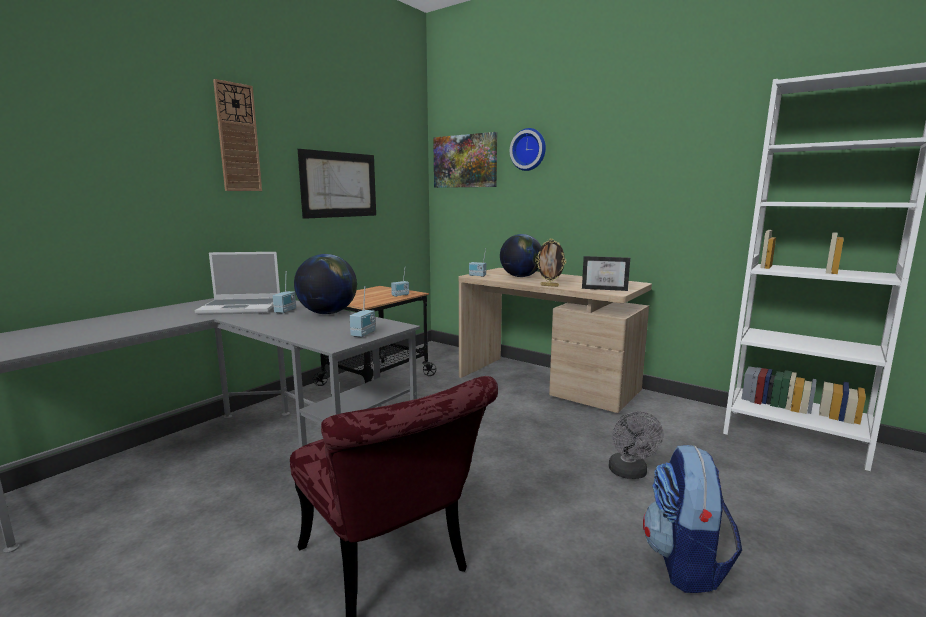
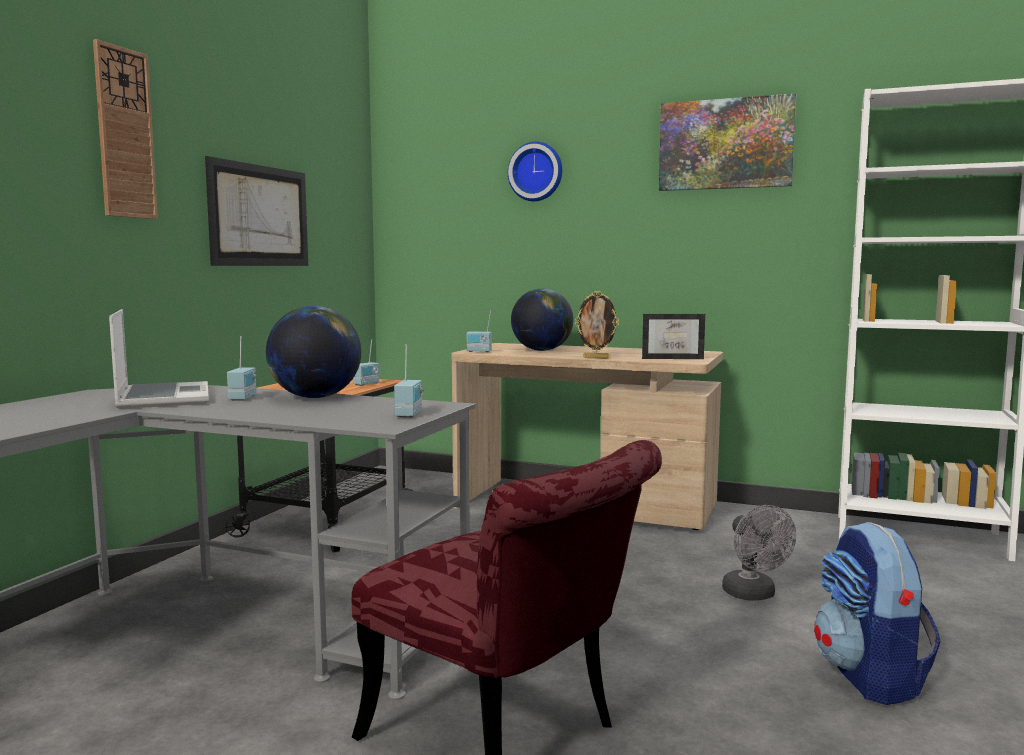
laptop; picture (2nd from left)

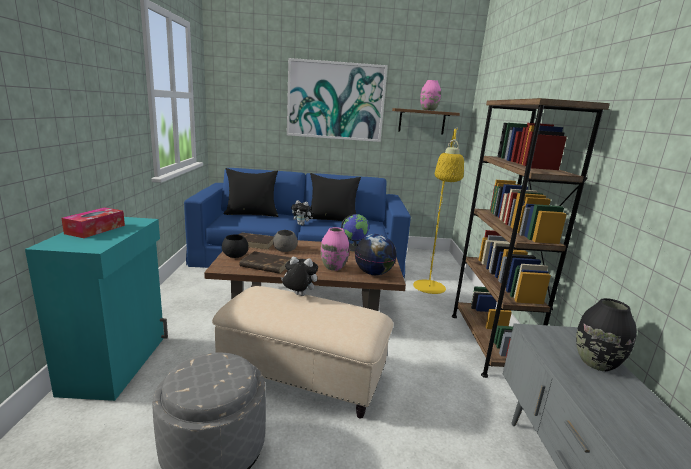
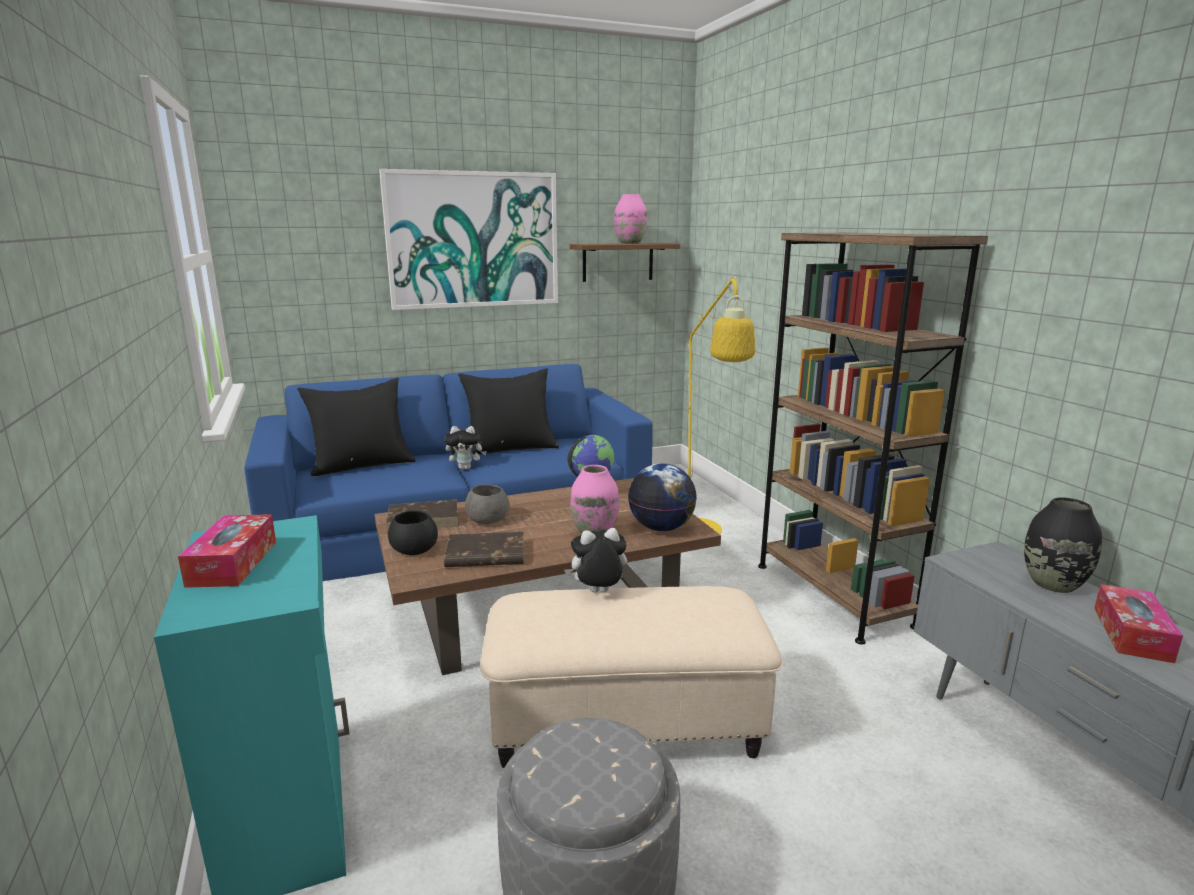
tissue_box (2nd from left)

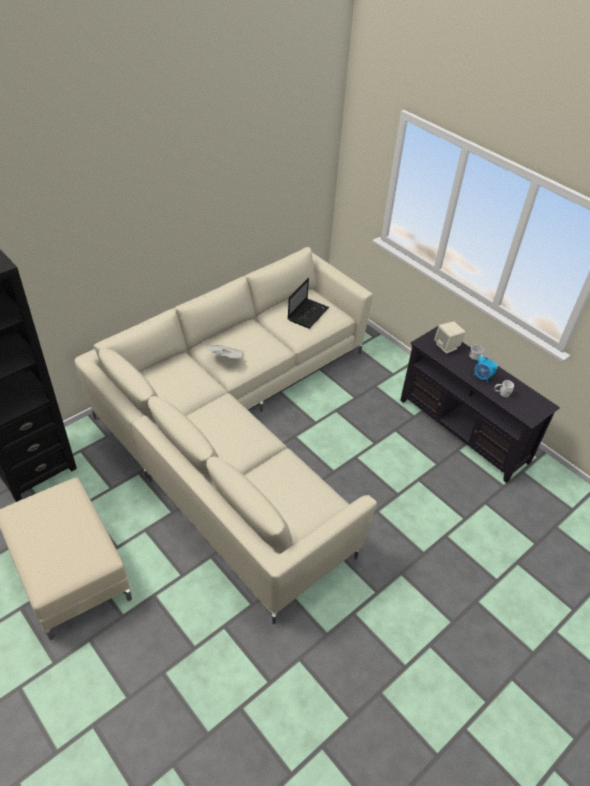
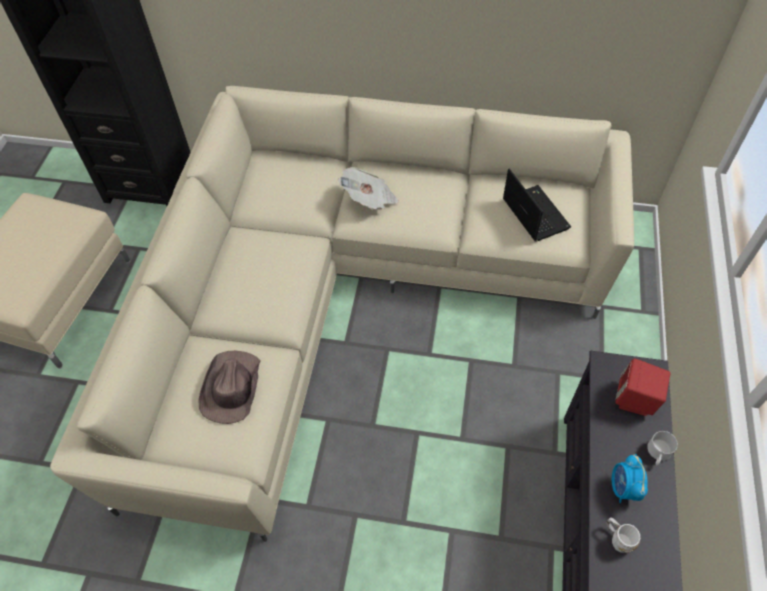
laptop; red_speaker; brown_hat

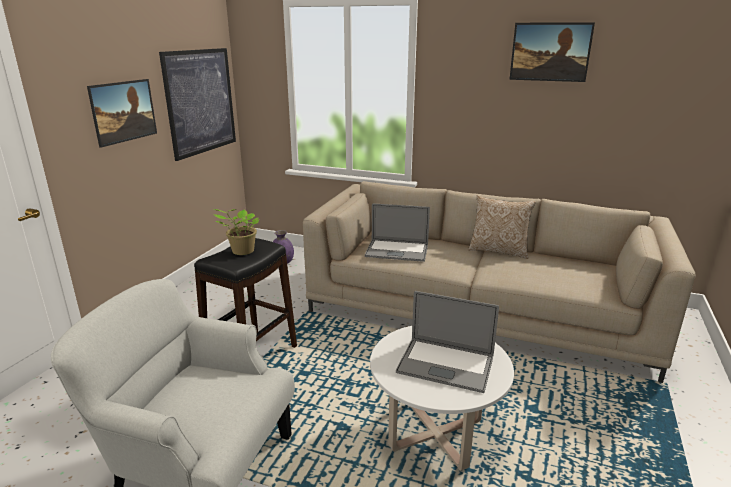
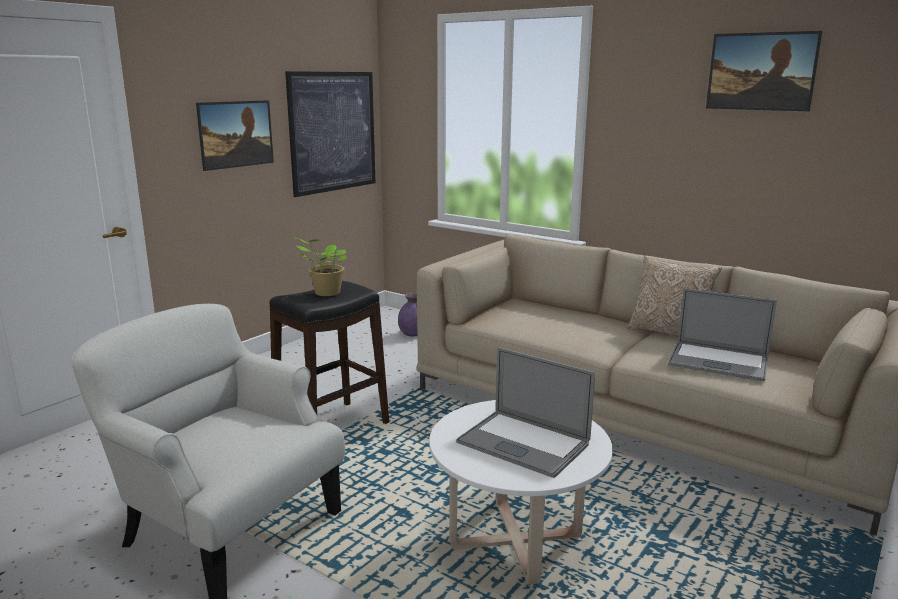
laptop (2nd from left)

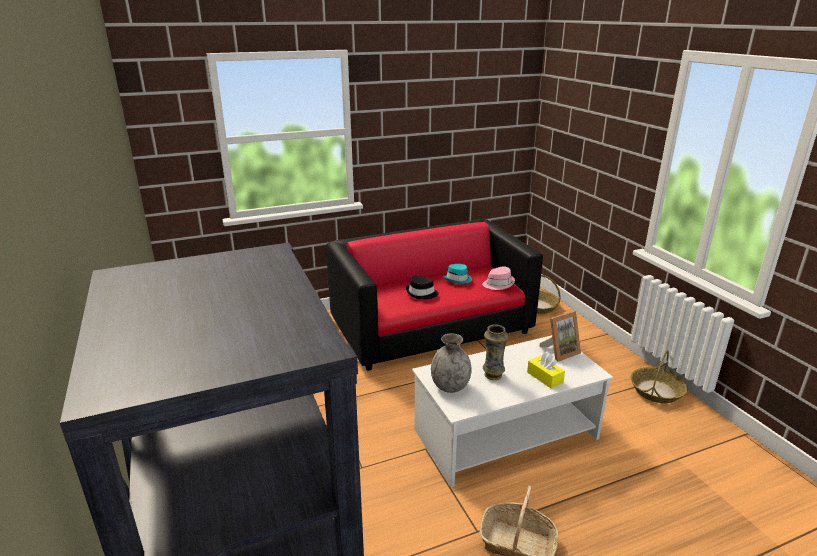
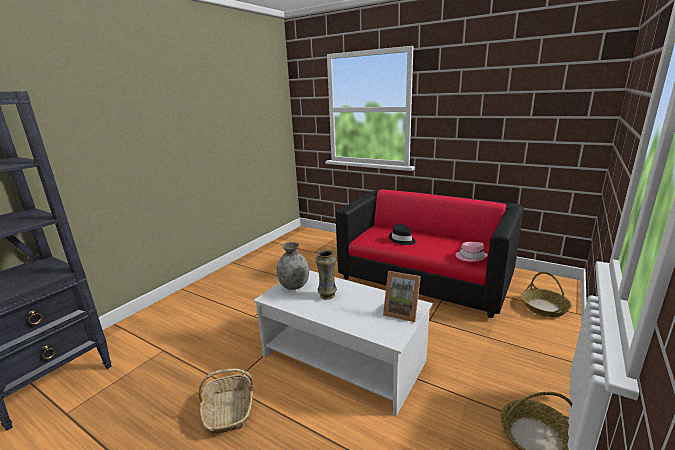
turquoise_hat; yellow_tissue_box

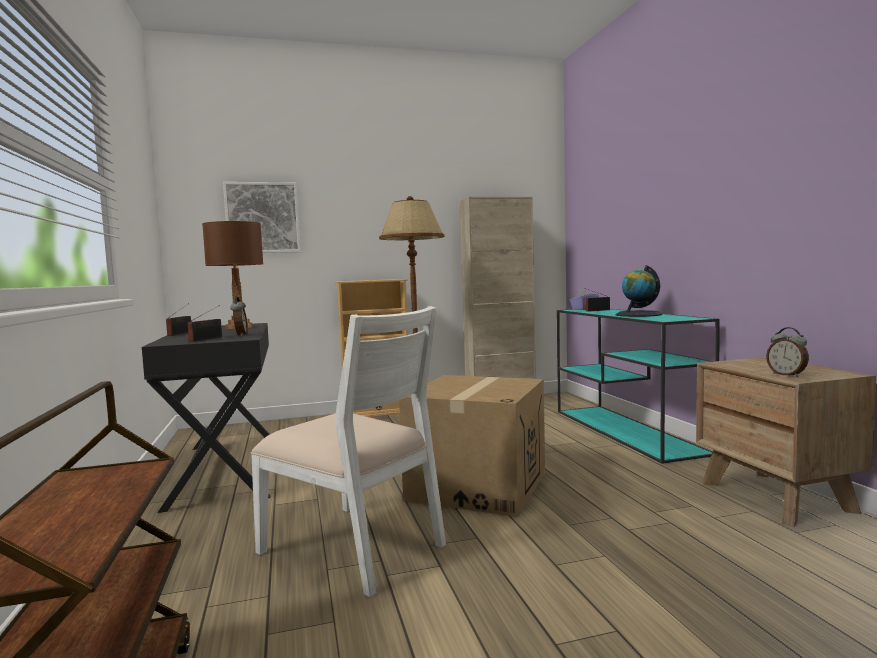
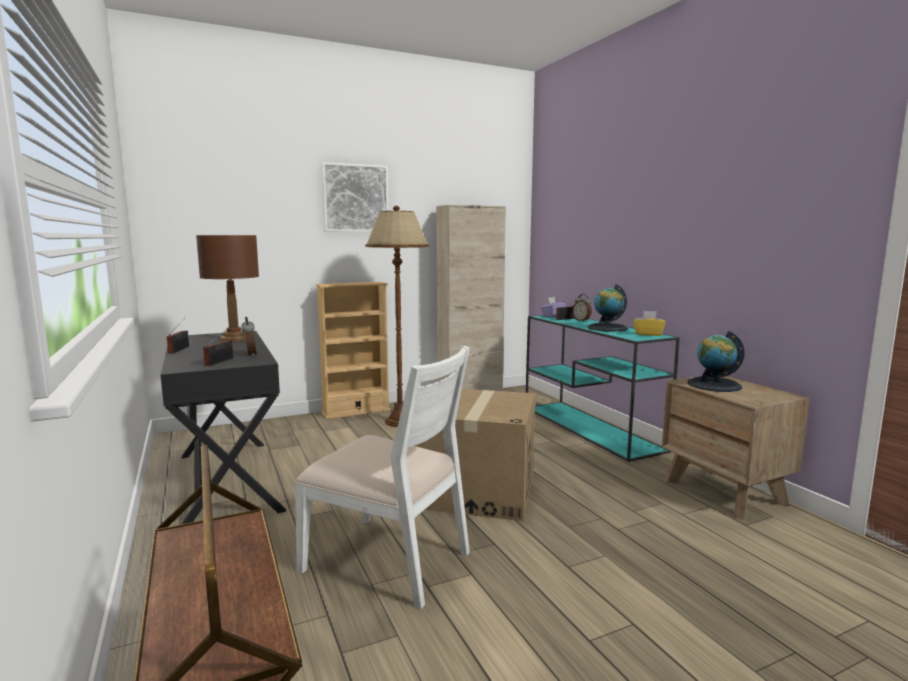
picture; alarm_clock (2nd from left); yellow_tissue_box; globe (2nd from left)

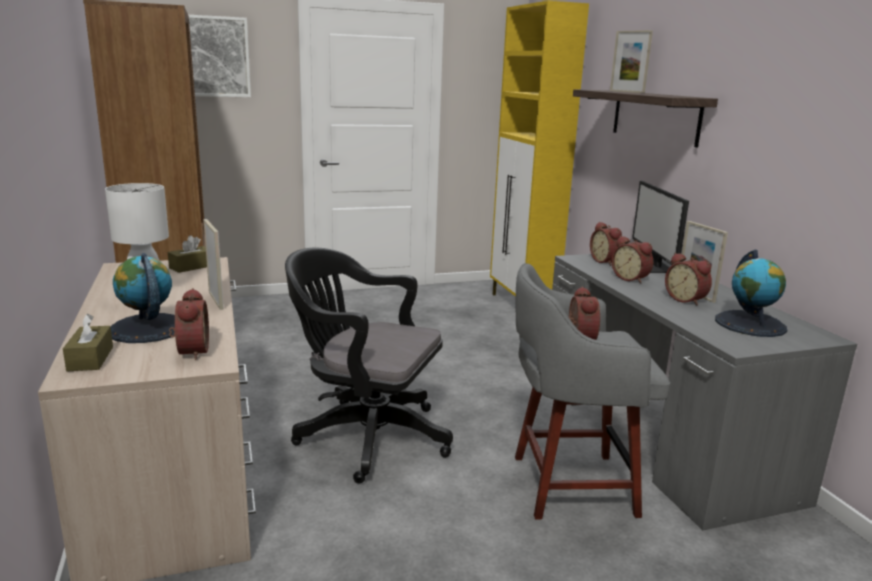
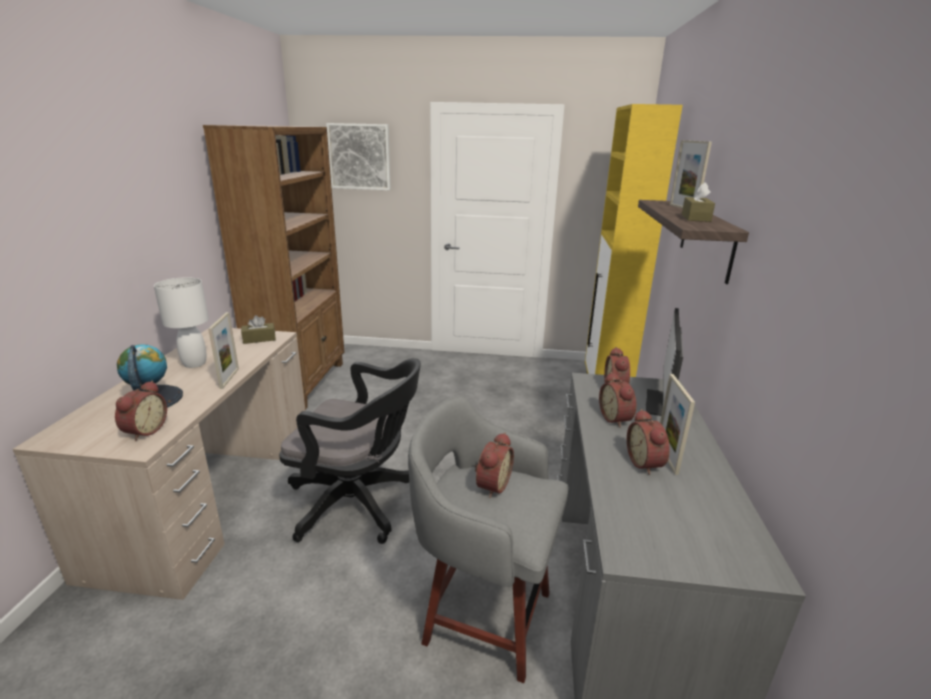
brown_tissue_box (2nd from left); black_office_chair; globe (2nd from left in the first image)

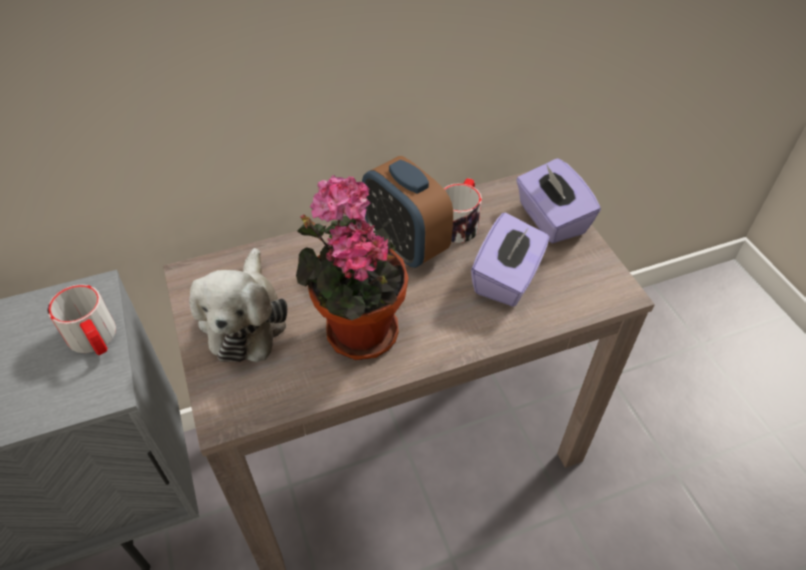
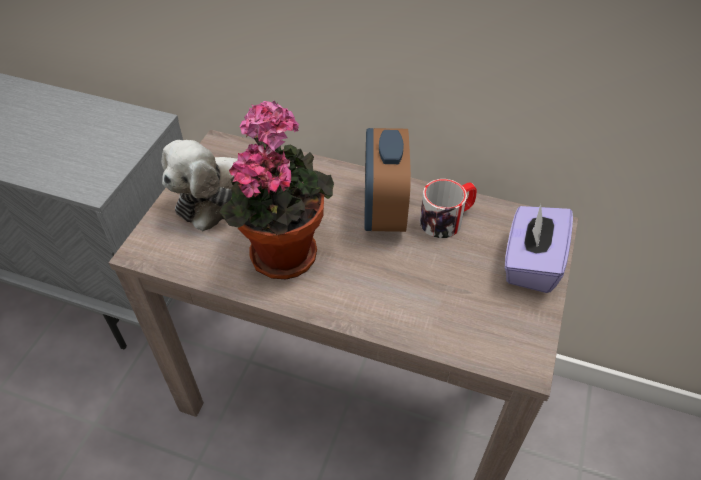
mug (1st from left in the first image); purple_tissue_box (1st from left in the first image)

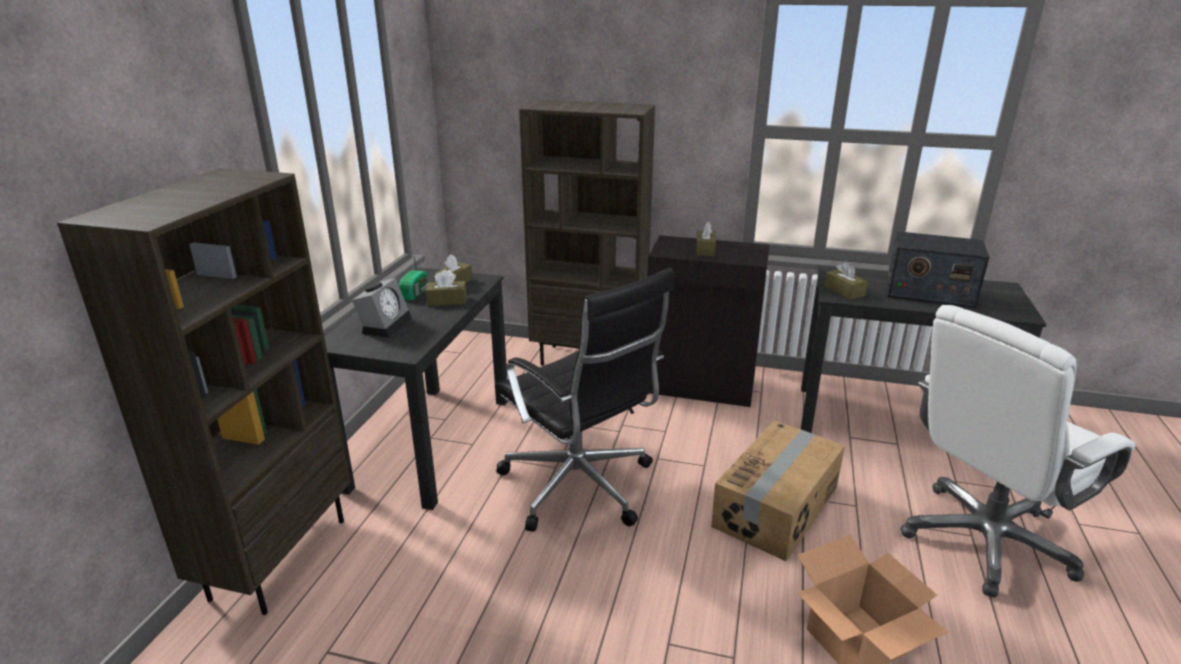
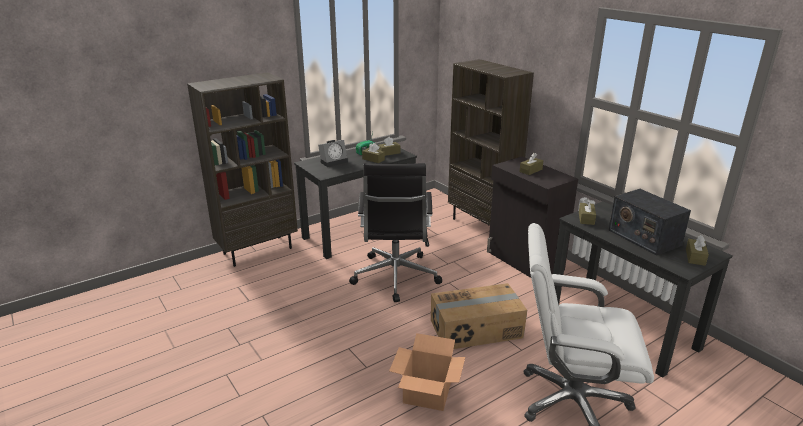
brown_tissue_box (5th from left)

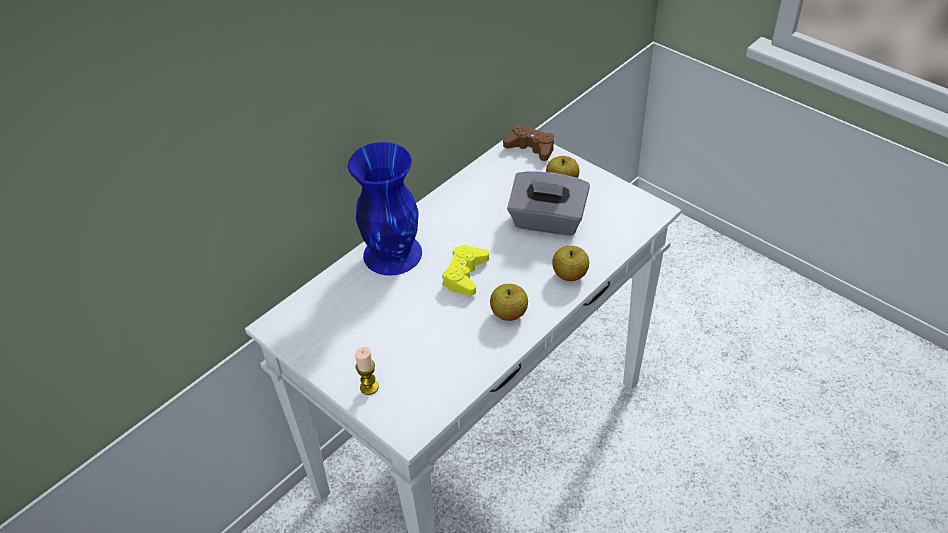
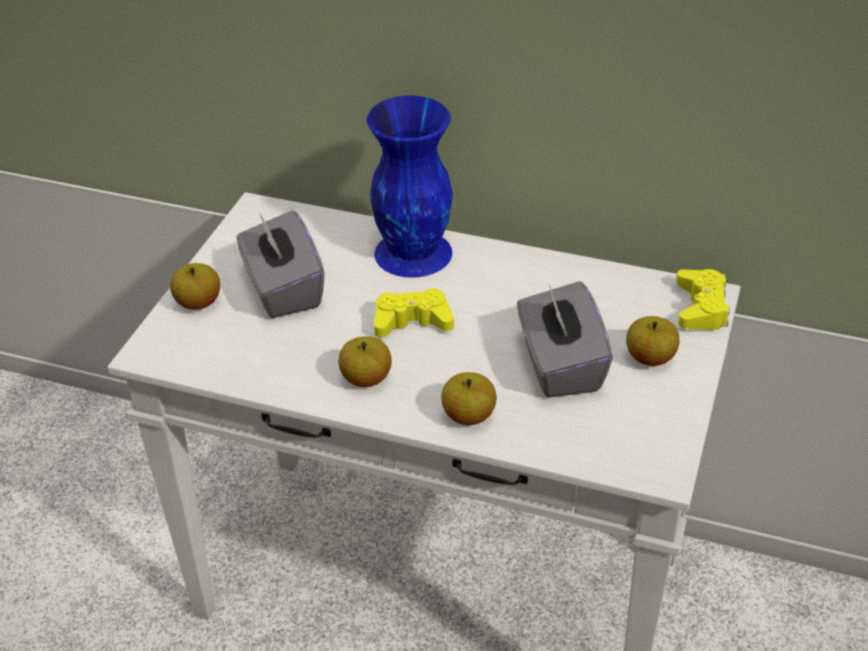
apple (1st from left); yellow_game_controller (2nd from left); grey_tissue_box (1st from left)

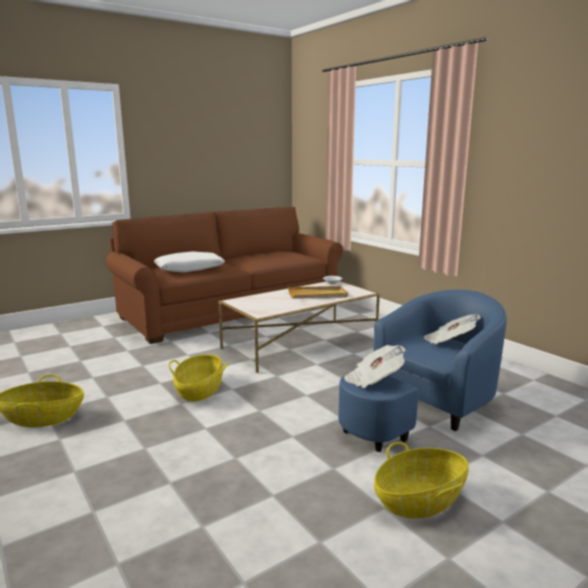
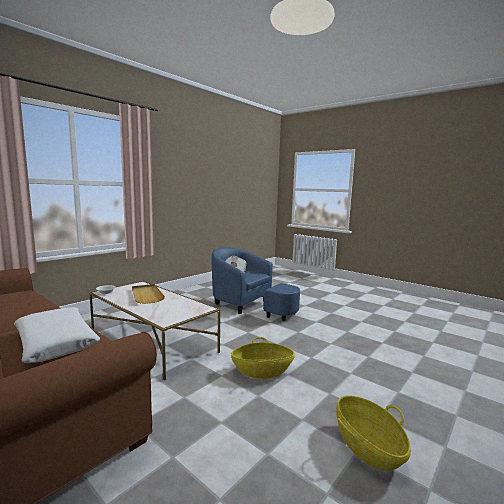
newspaper (1st from left in the first image); basket (3rd from left in the first image)

